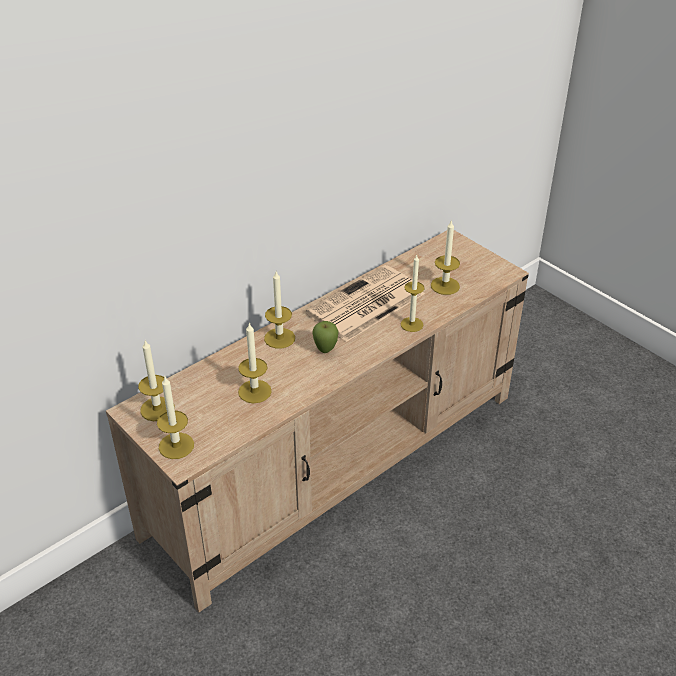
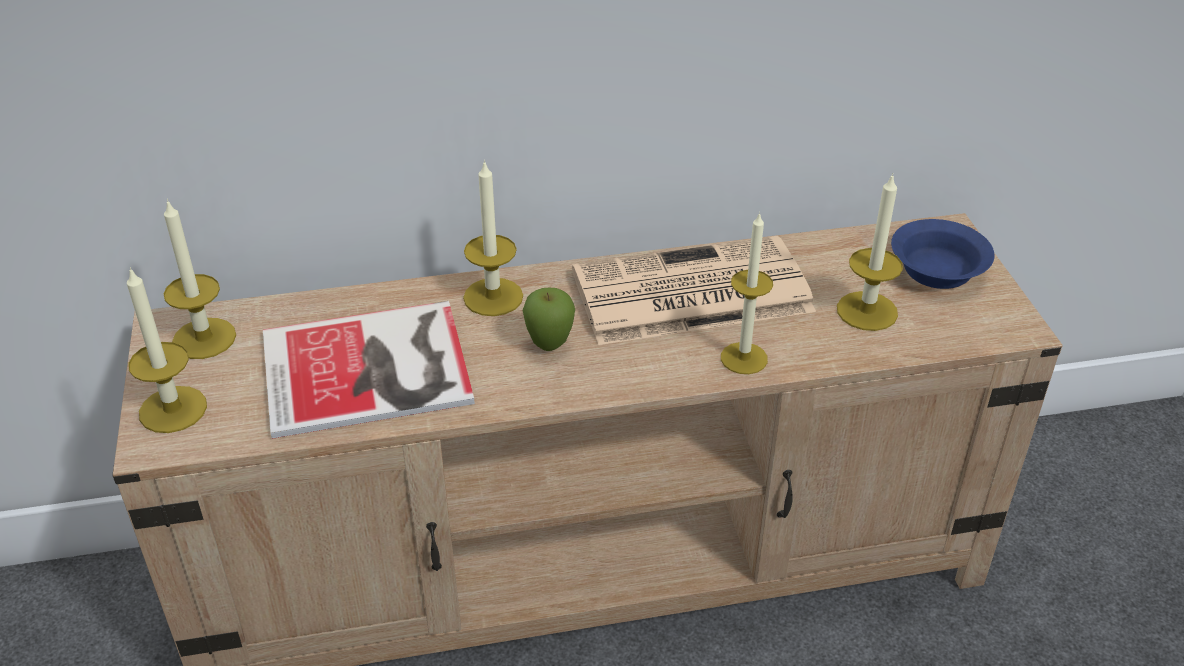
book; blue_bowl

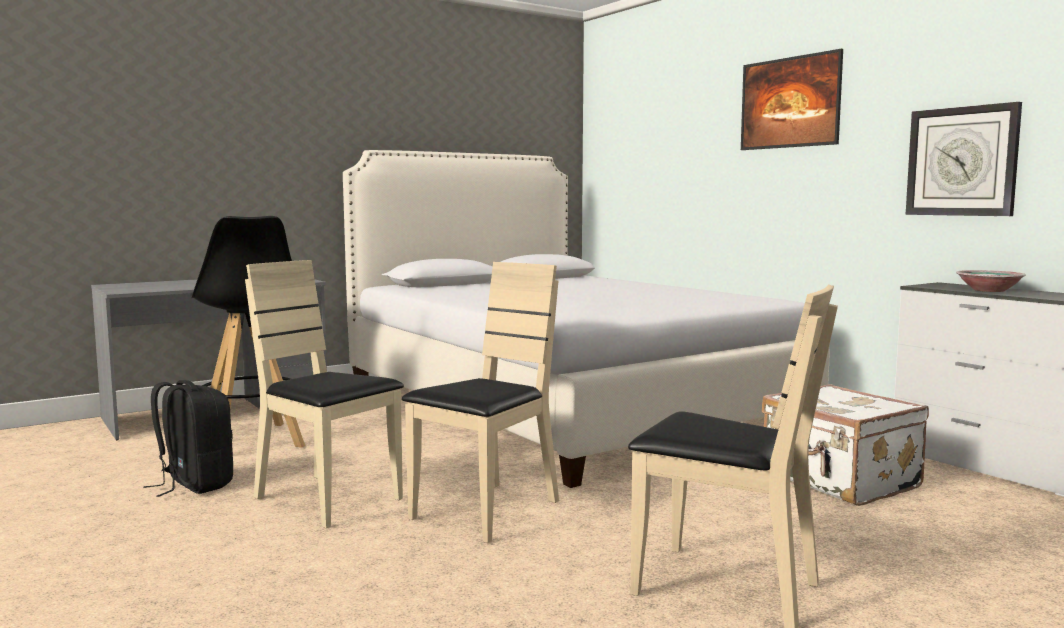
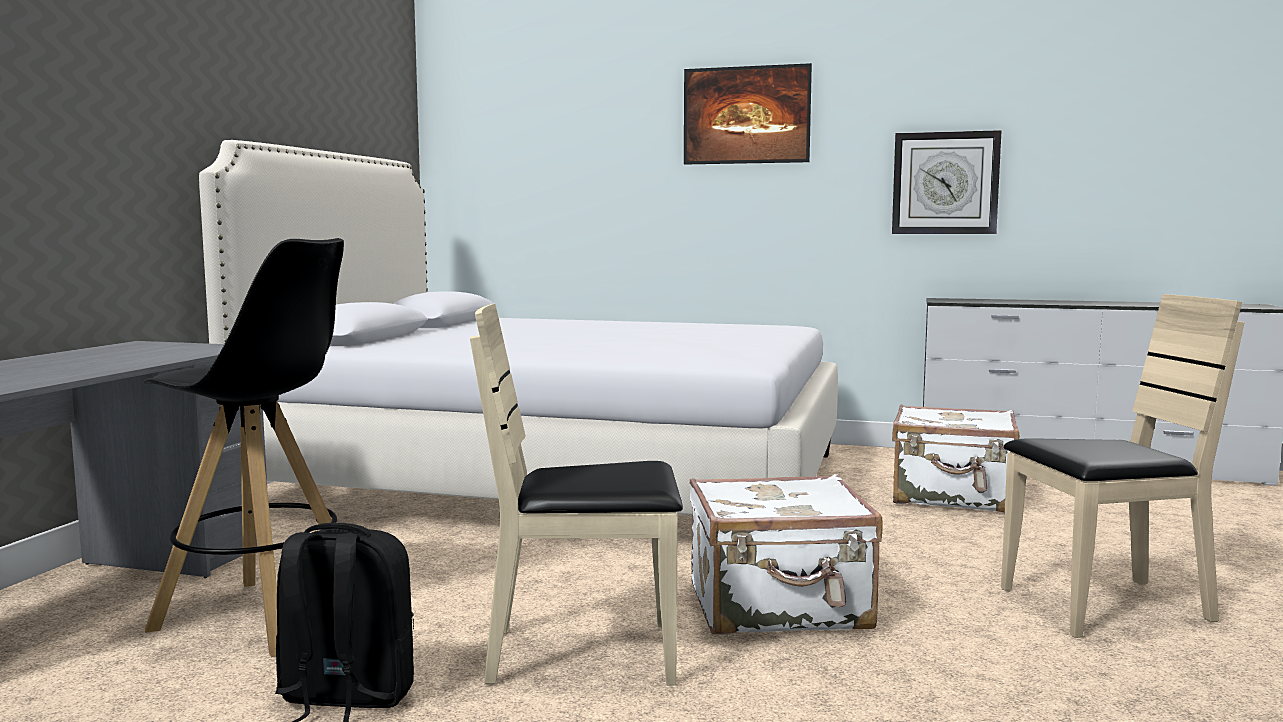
white_suitcase (1st from left); bowl

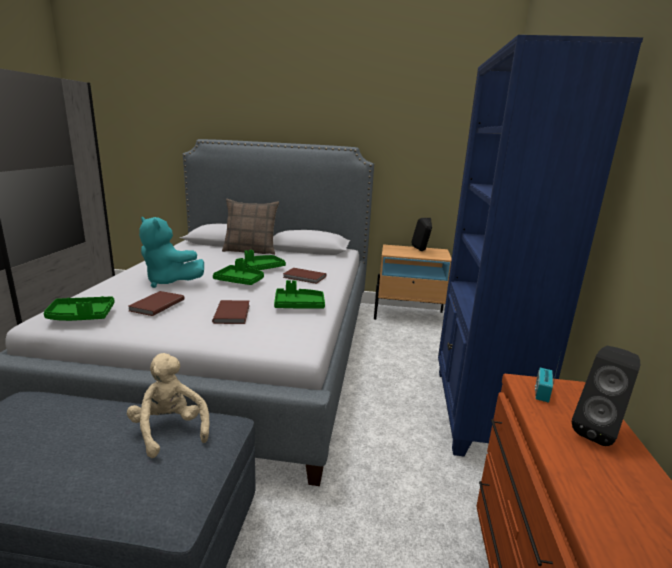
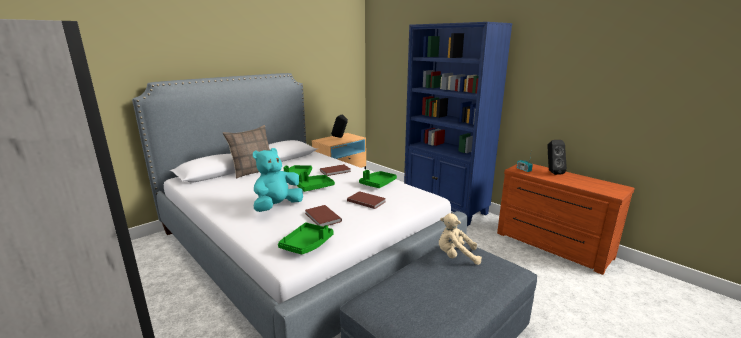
turquoise_plush_toy

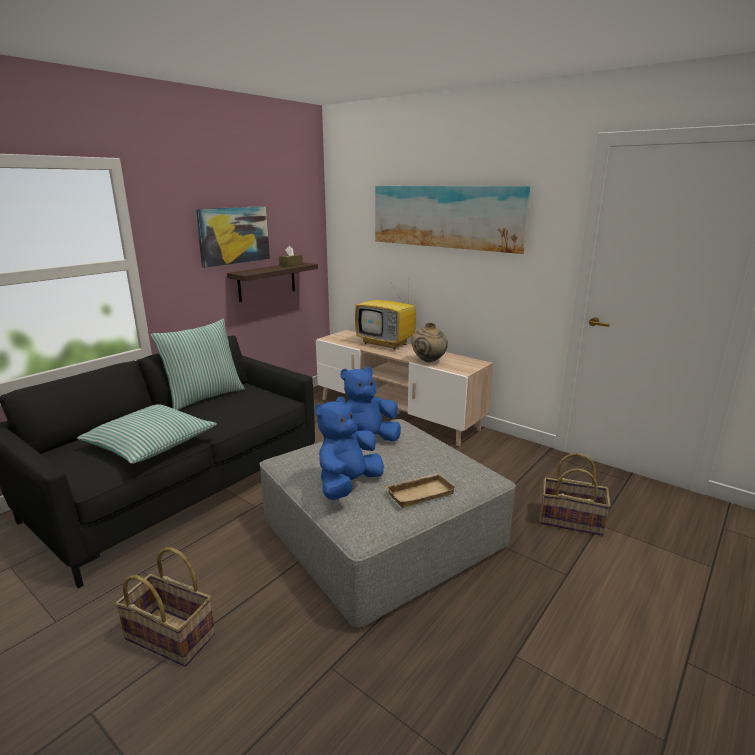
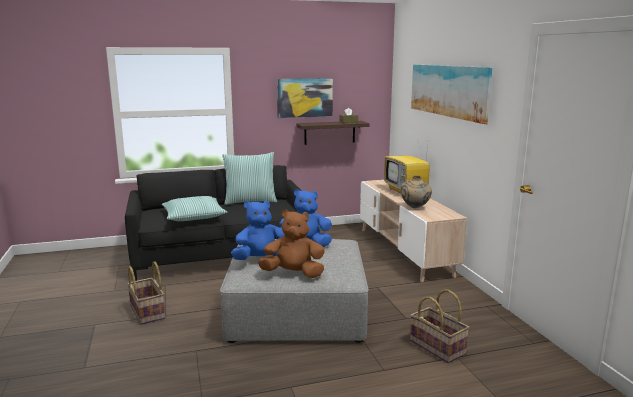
brown_plush_toy

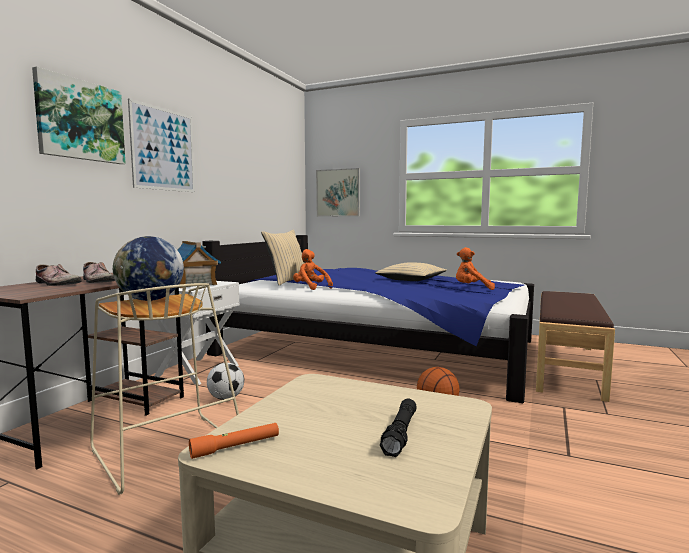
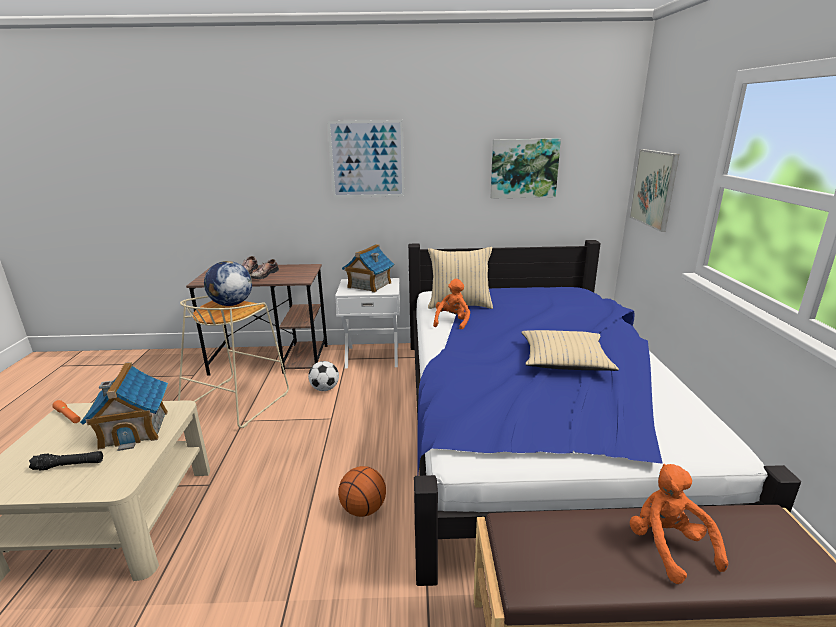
picture (2nd from left); orange_plush_toy (2nd from left); toy_house (1st from left)

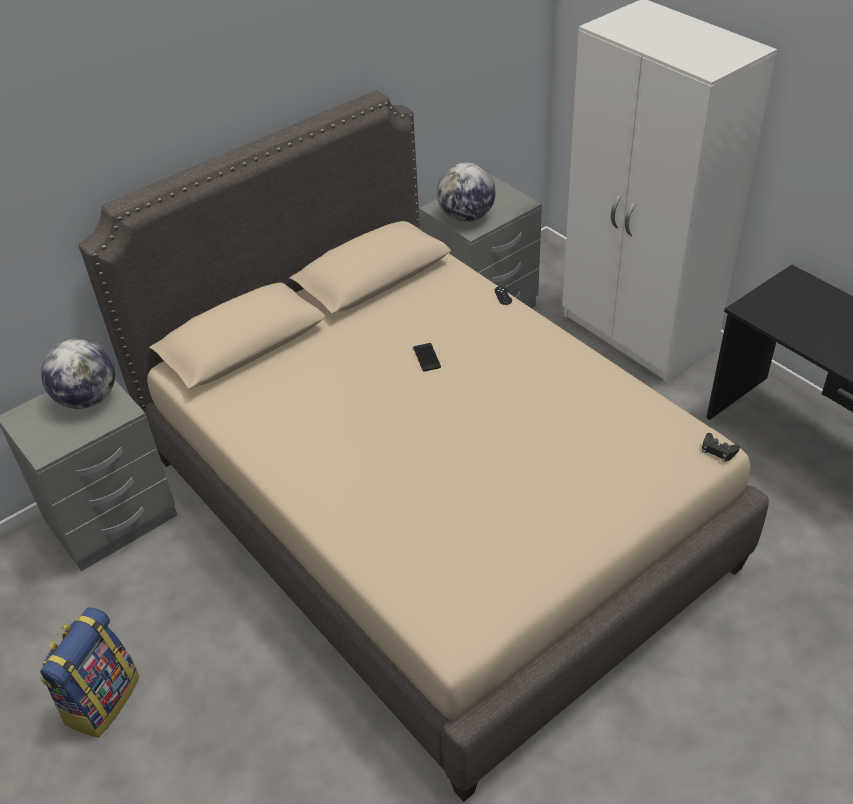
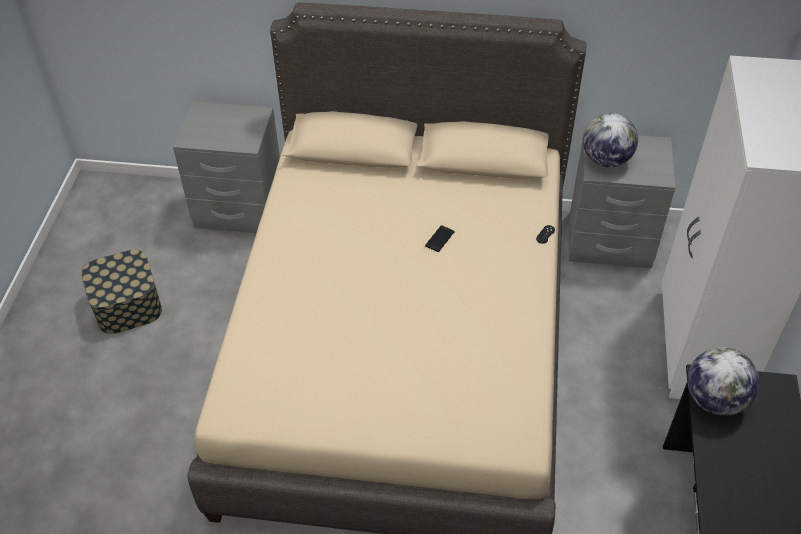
storage_box; globe (2nd from left); black_game_controller (2nd from left in the first image)

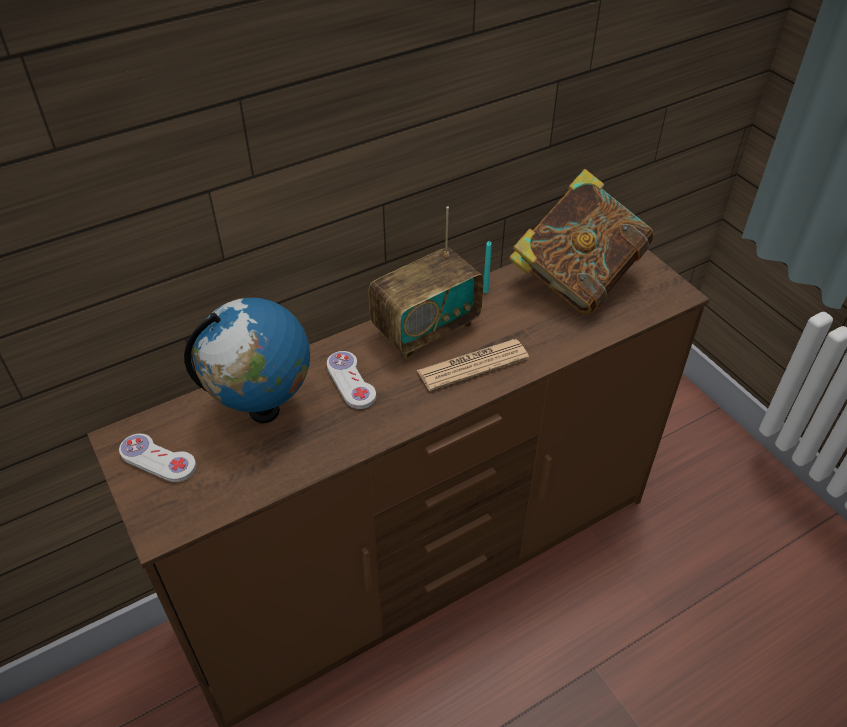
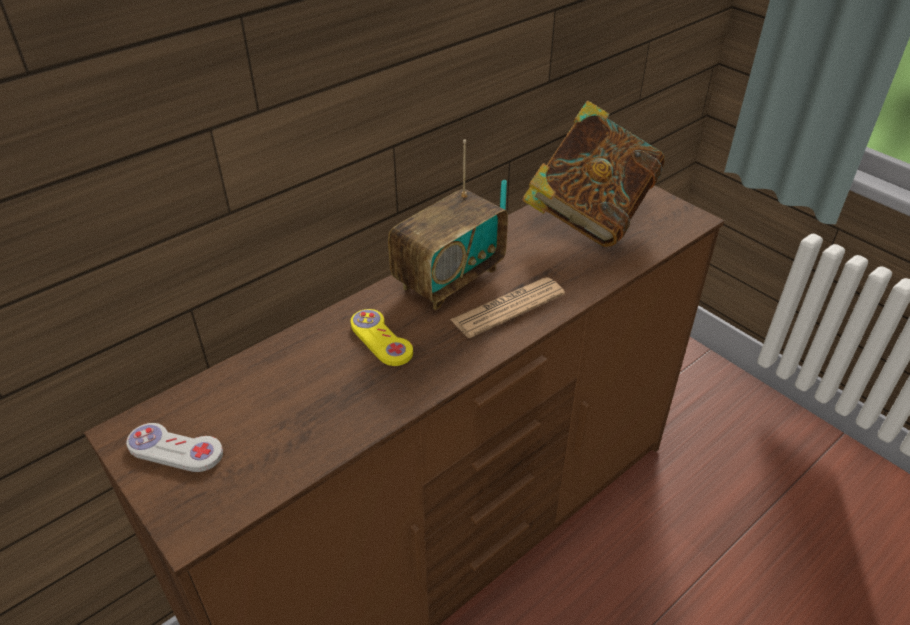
globe; yellow_game_controller

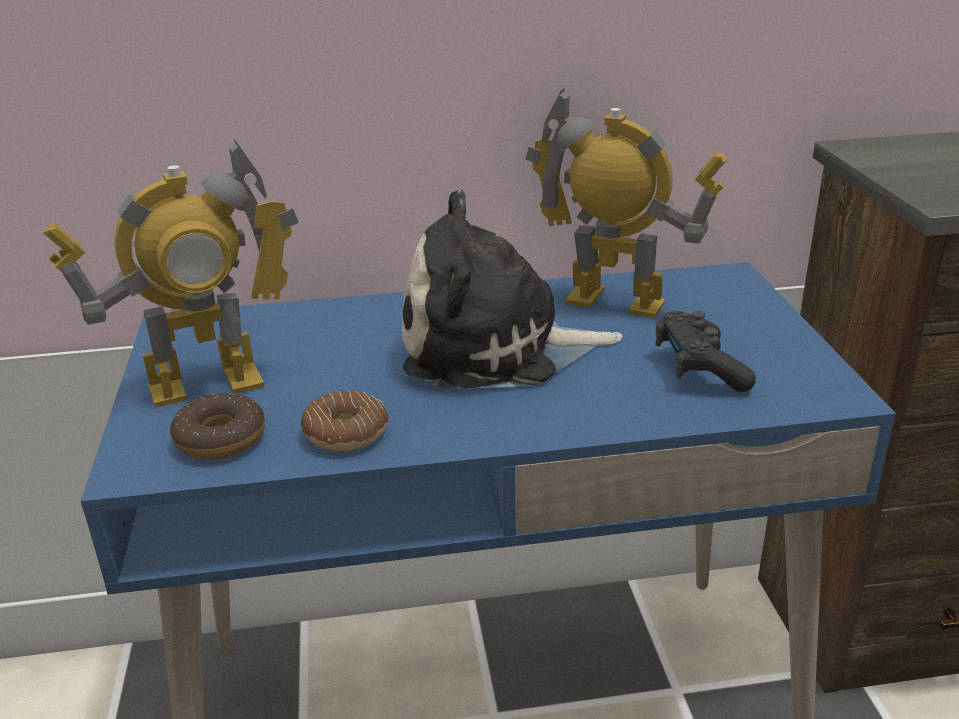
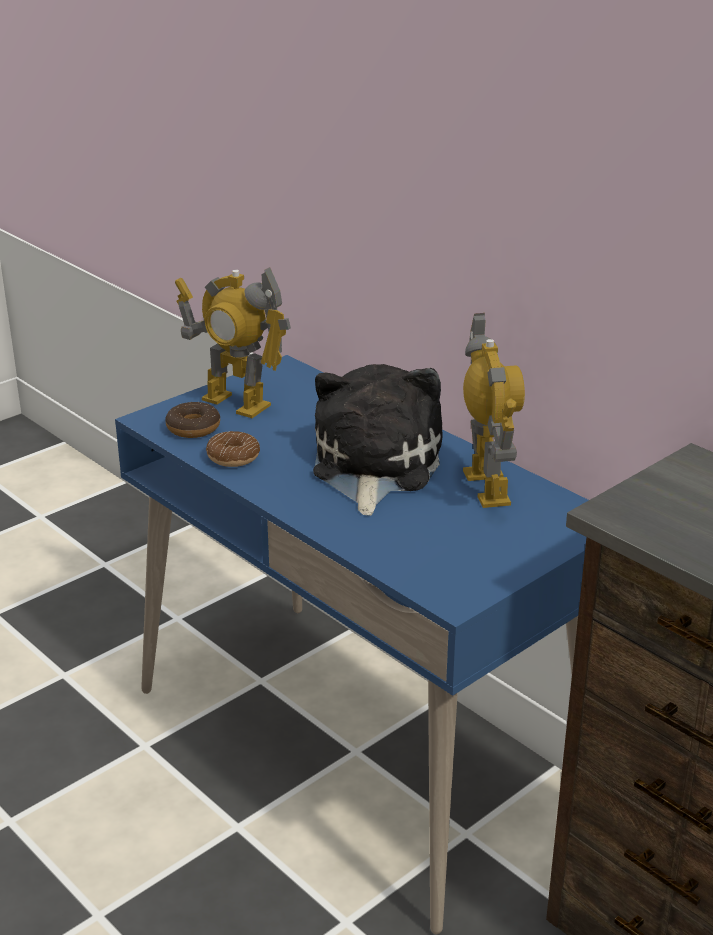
plush_toy; black_game_controller

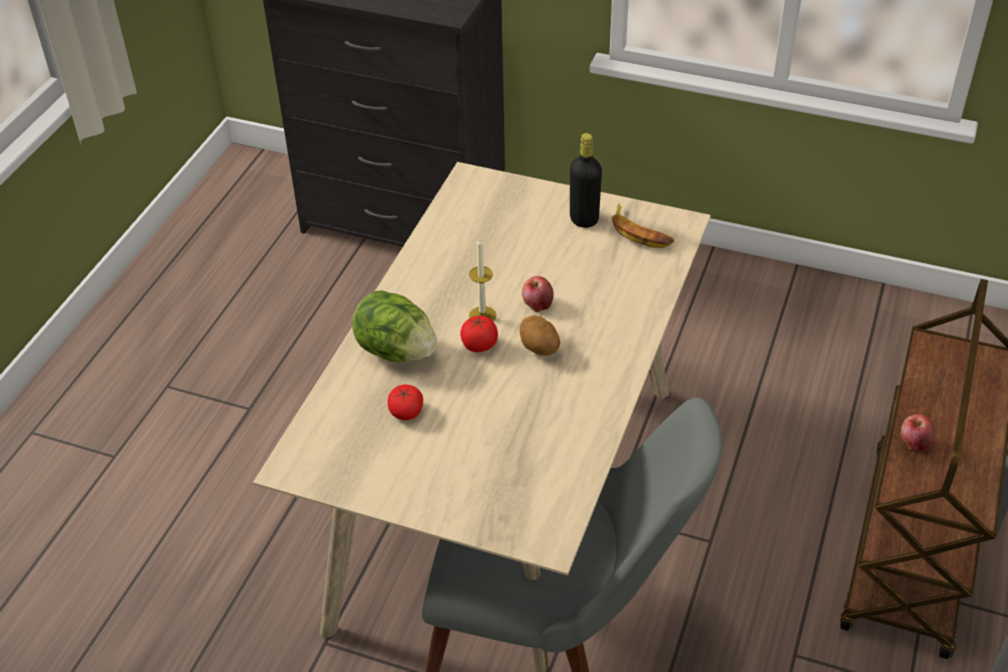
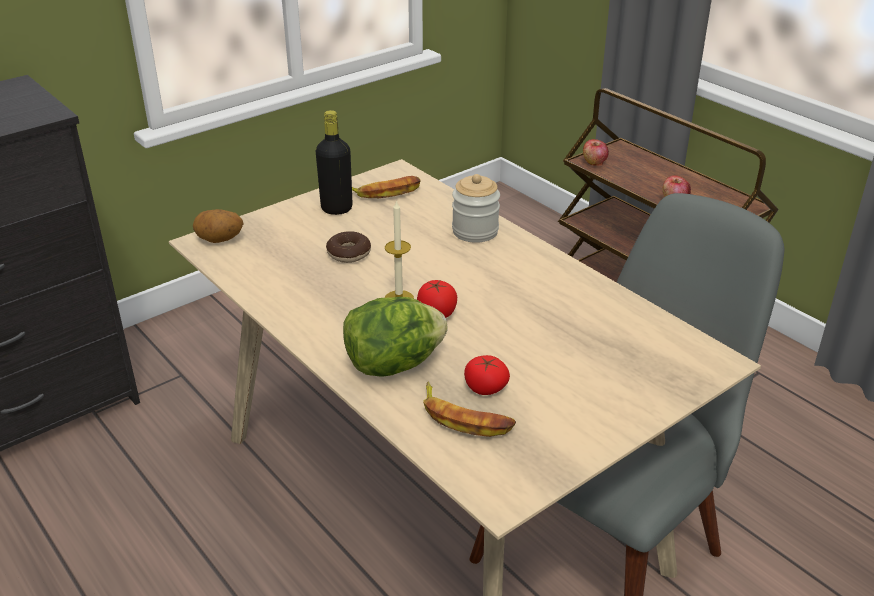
potato; apple (1st from left); donut; banana (2nd from left); jar

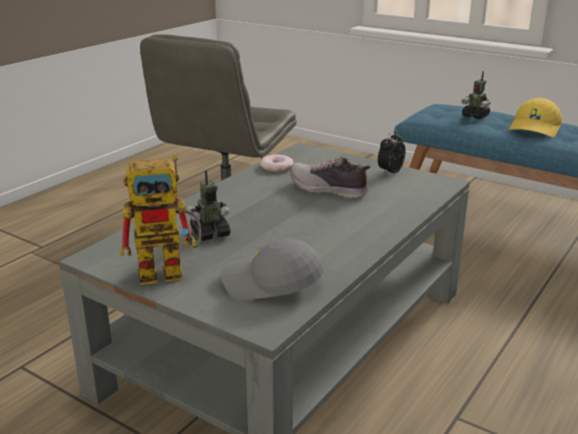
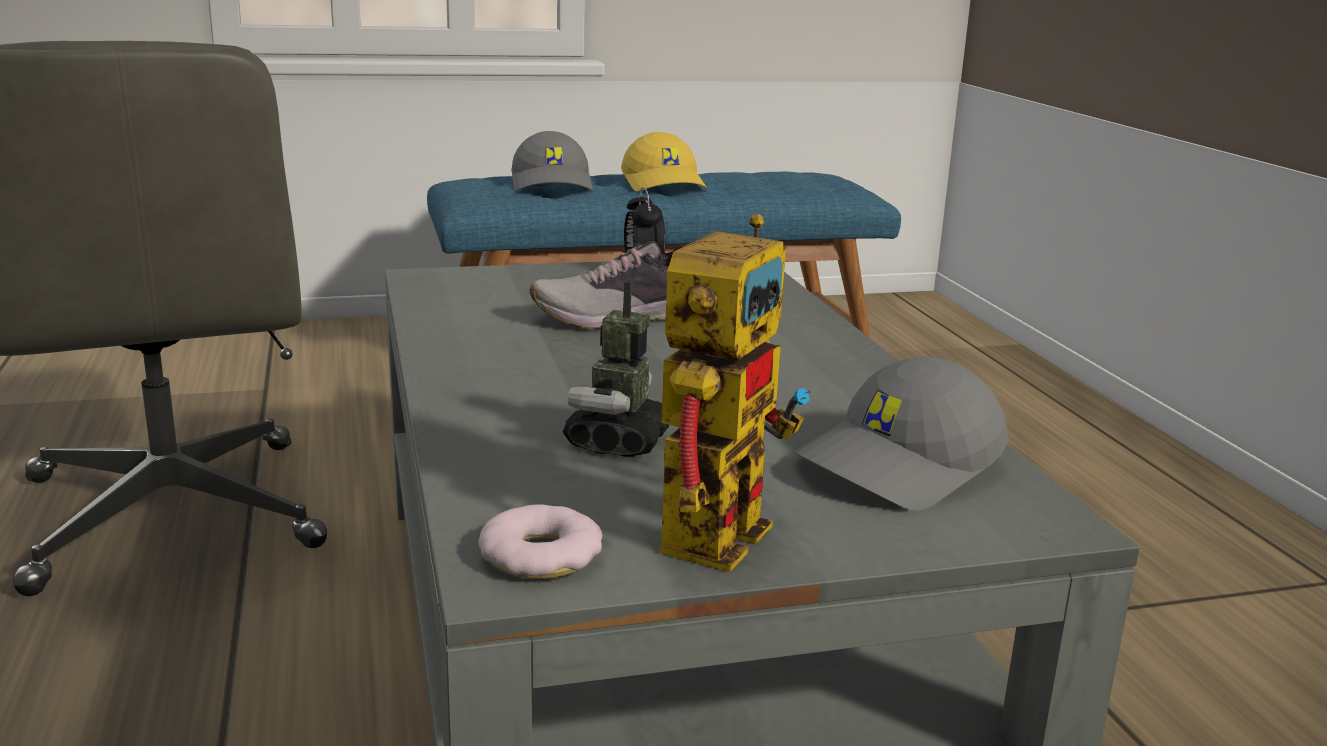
donut; grey_cap (1st from left)

